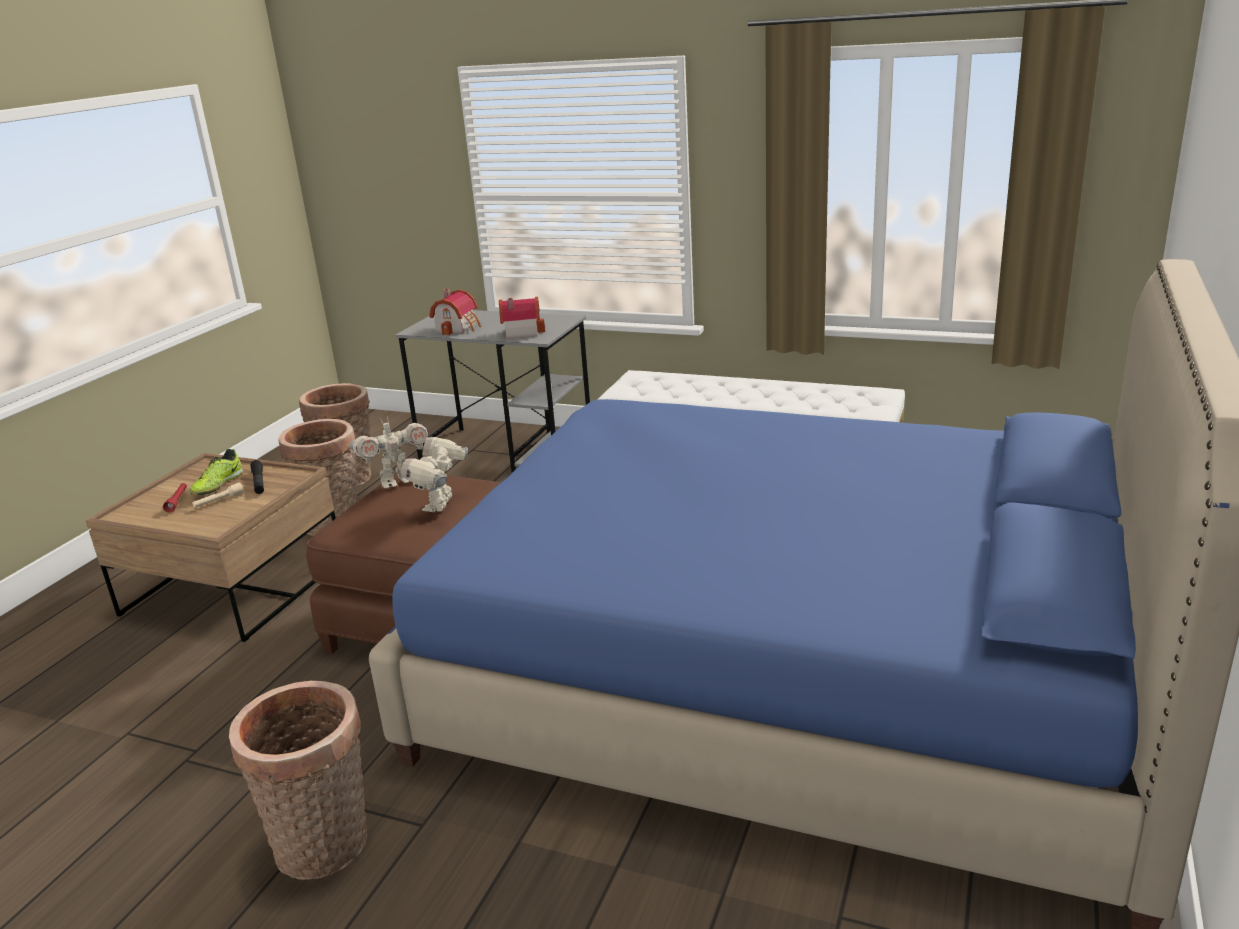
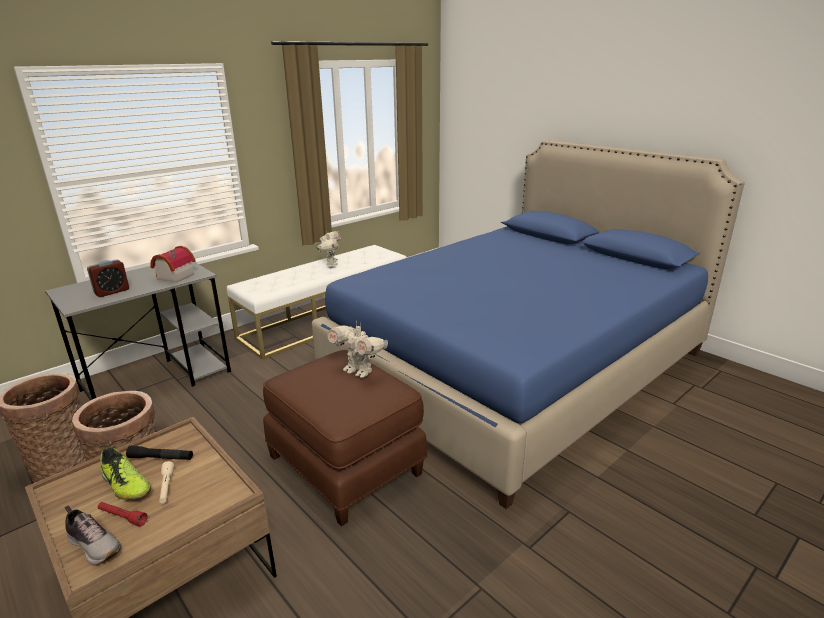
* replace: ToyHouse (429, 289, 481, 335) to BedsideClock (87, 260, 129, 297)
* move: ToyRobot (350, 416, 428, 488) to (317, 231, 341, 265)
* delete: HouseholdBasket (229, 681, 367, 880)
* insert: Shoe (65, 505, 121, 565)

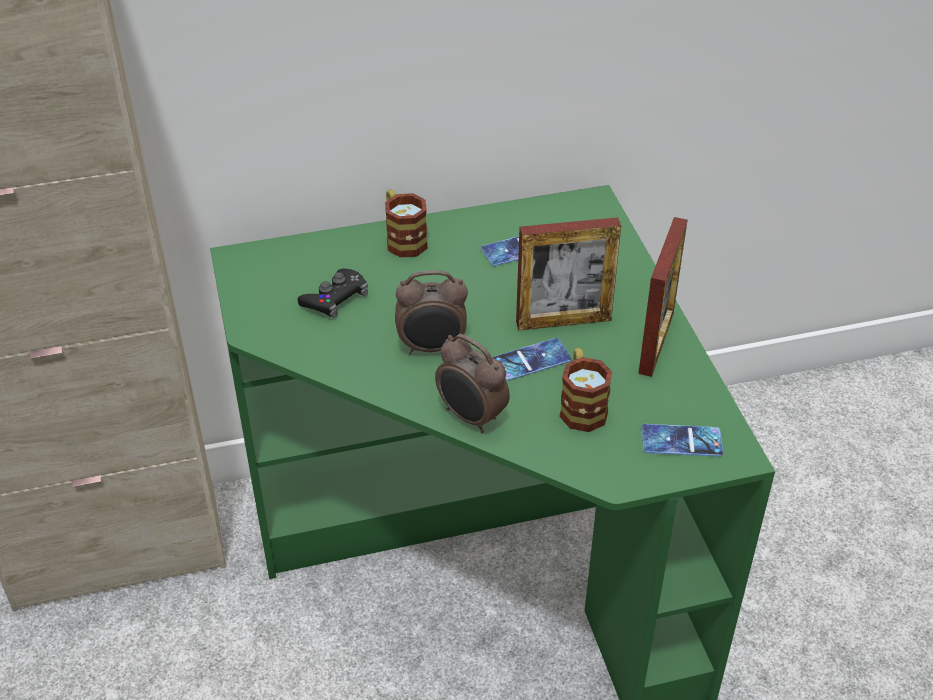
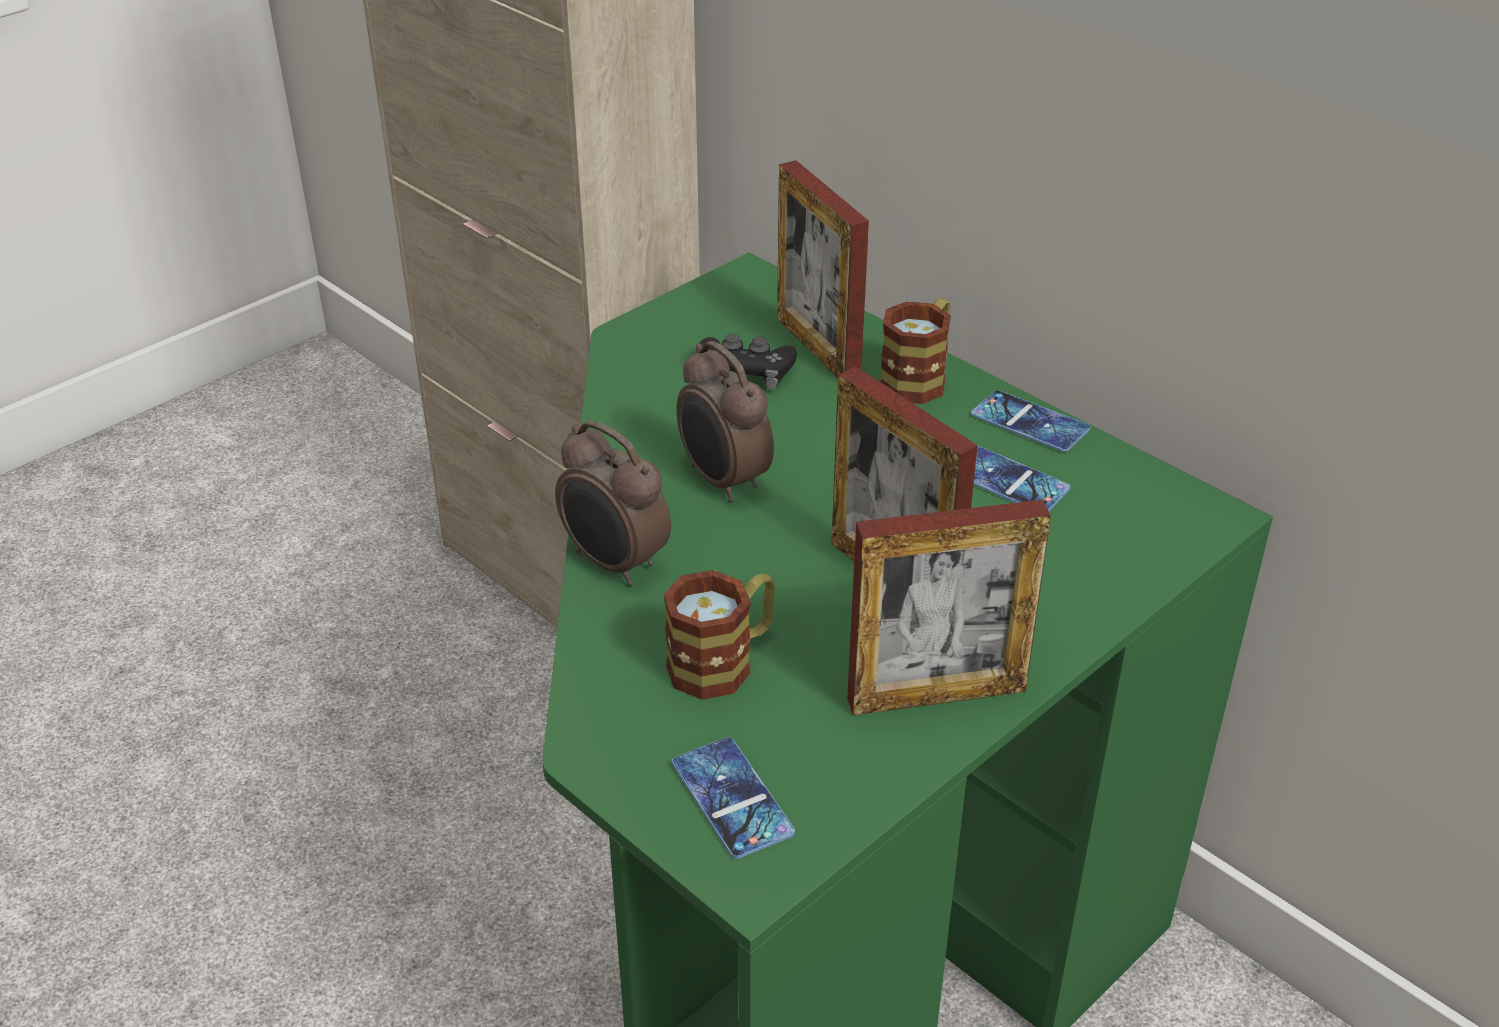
* rotate: BedsideClock (435, 334, 510, 433) = (555, 420, 671, 586) 60 degrees counterclockwise
* move: Handset (492, 338, 572, 381) to (971, 390, 1090, 452)
* insert: PhotoFrame (777, 160, 869, 378)

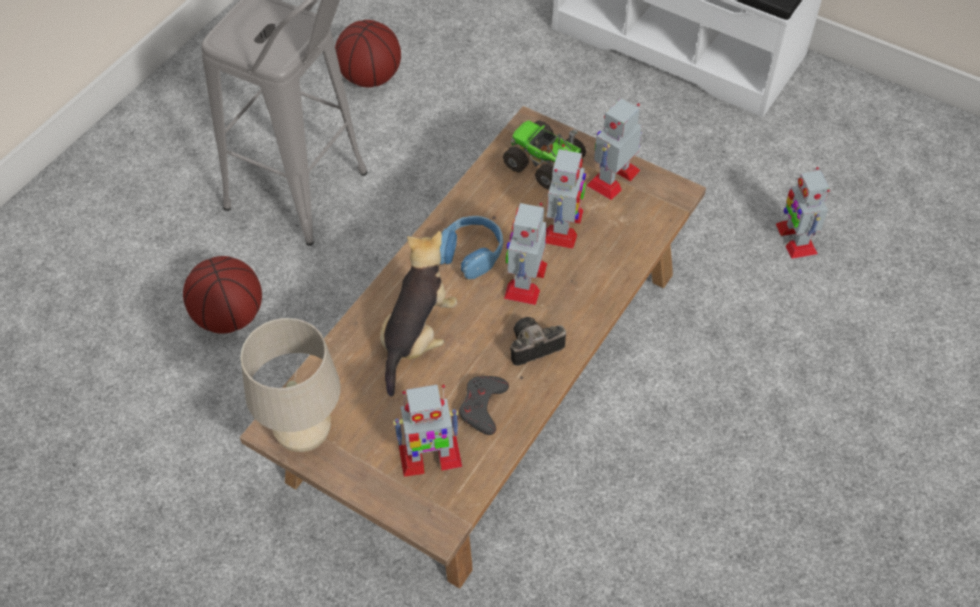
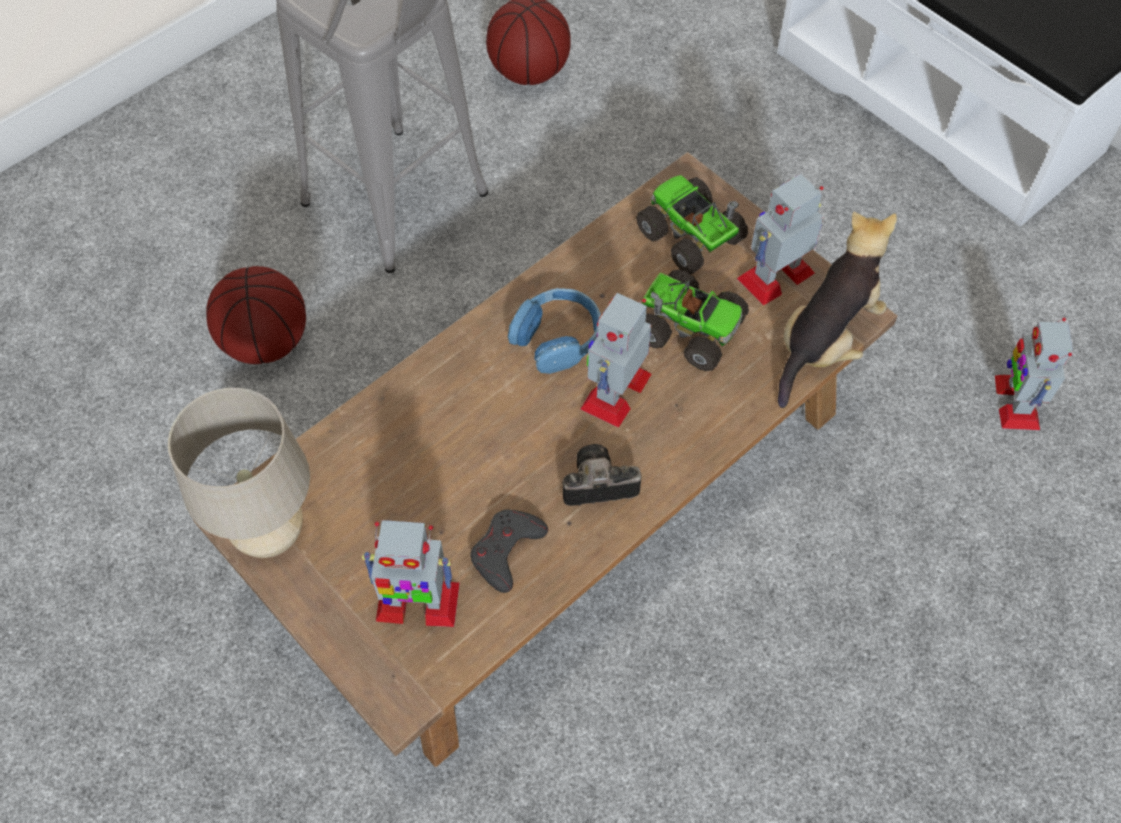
* replace: ToyRobot (546, 144, 586, 249) to ToyTruck (642, 270, 749, 371)
* move: CuddlyToy (380, 231, 457, 396) to (778, 211, 897, 408)

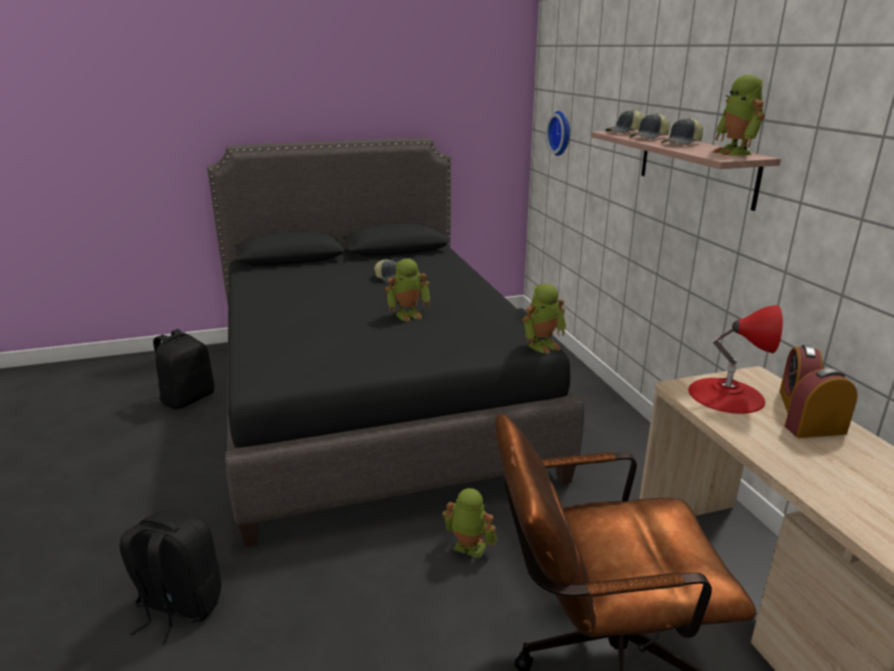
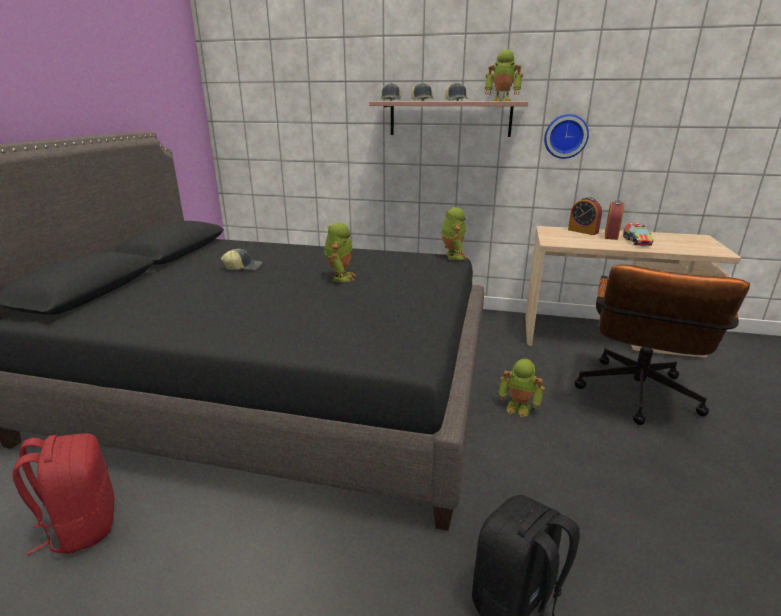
* move: HangingClock (546, 111, 570, 156) to (544, 114, 589, 159)
* delete: ReddishTableLamp (688, 305, 783, 414)
* recolor: BlackishBackpack (153, 329, 214, 409) to ReddishBackpack (12, 433, 115, 555)
* rotate: ToyRobot (442, 488, 497, 559) = (498, 359, 545, 418) 120 degrees counterclockwise
* insert: ToyTruck (623, 223, 653, 247)

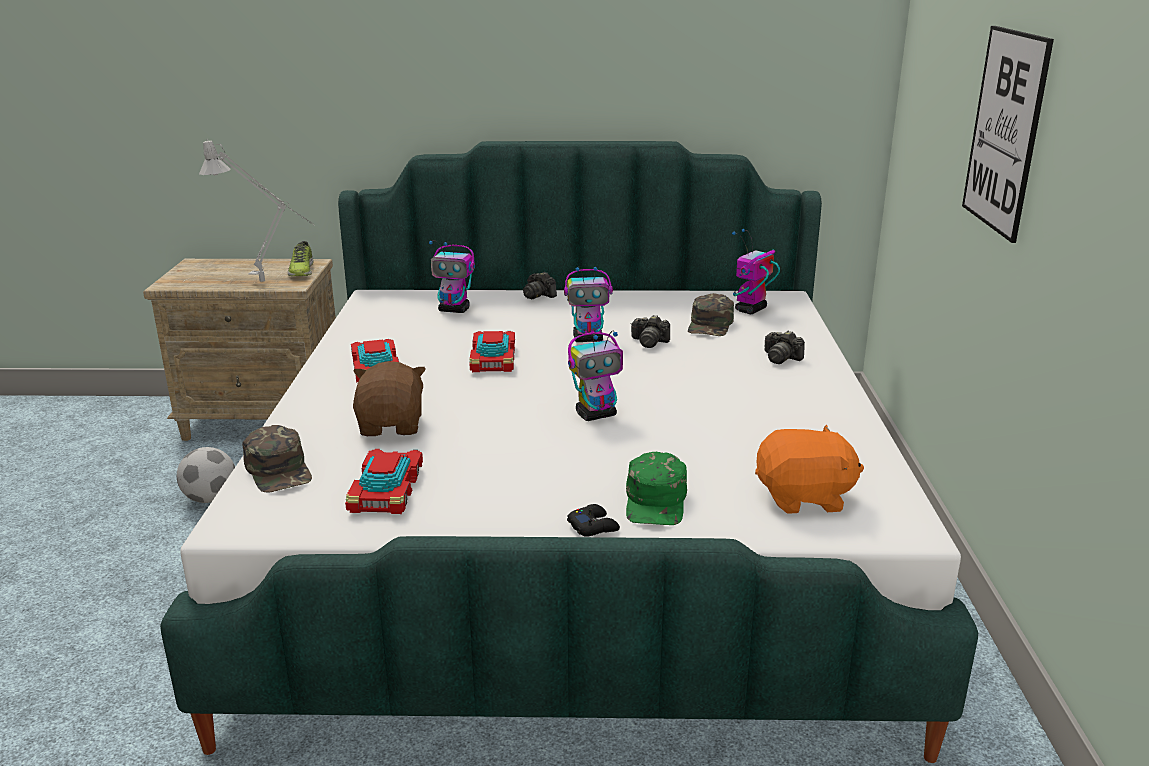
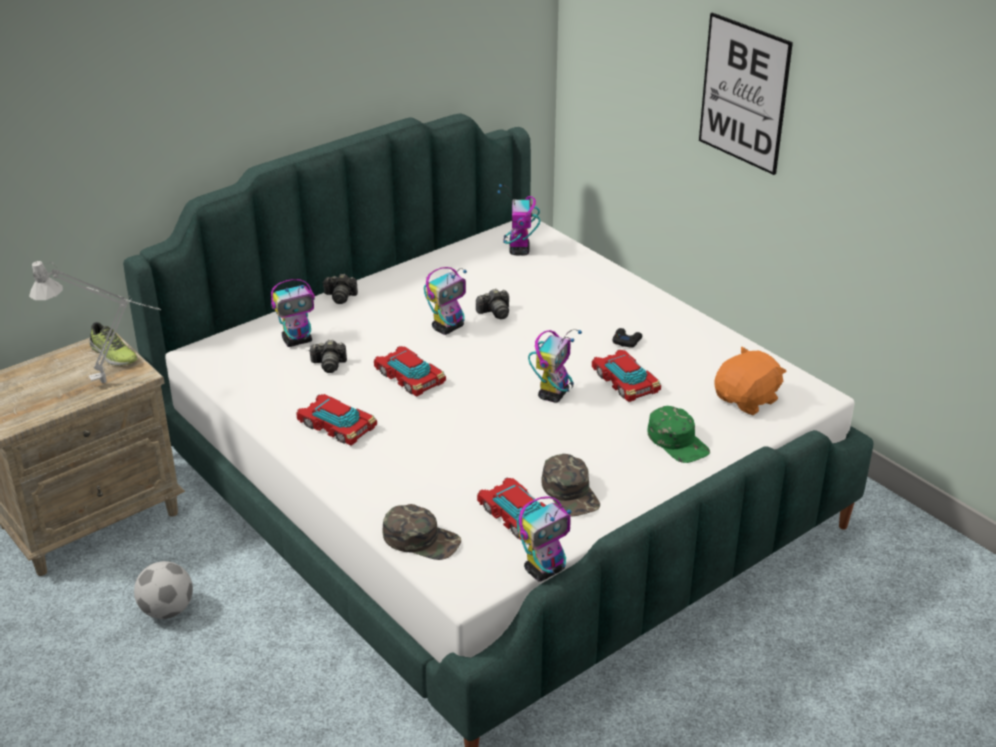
* move: GreenPeakedCap (688, 293, 734, 336) to (541, 454, 600, 517)
* move: PhotoCamera (765, 330, 805, 364) to (308, 340, 347, 373)
* delete: BrownishCuddlyToy (353, 361, 426, 436)
* move: BlackishJoypad (567, 504, 620, 537) to (612, 328, 642, 348)
* insert: ModelCar (592, 350, 661, 402)
* insert: ToyRobot (517, 496, 571, 582)

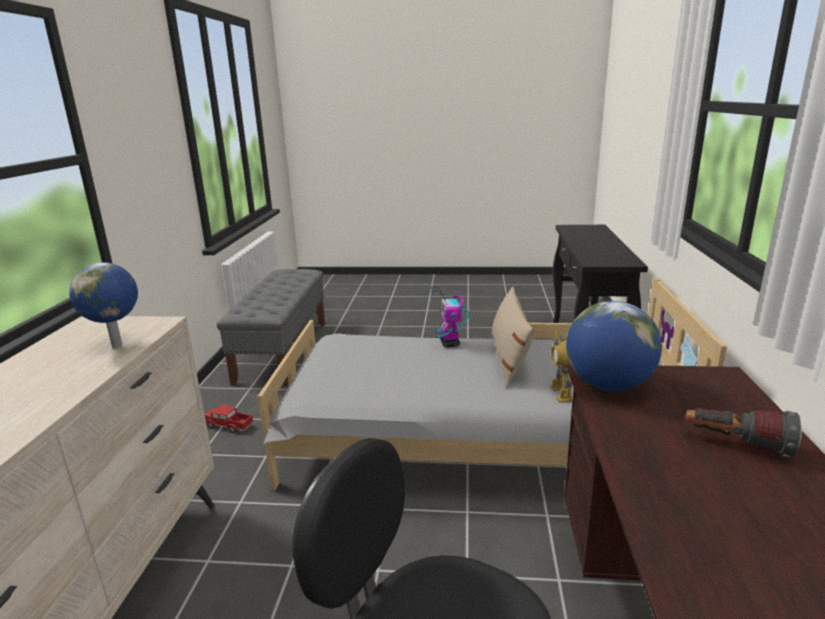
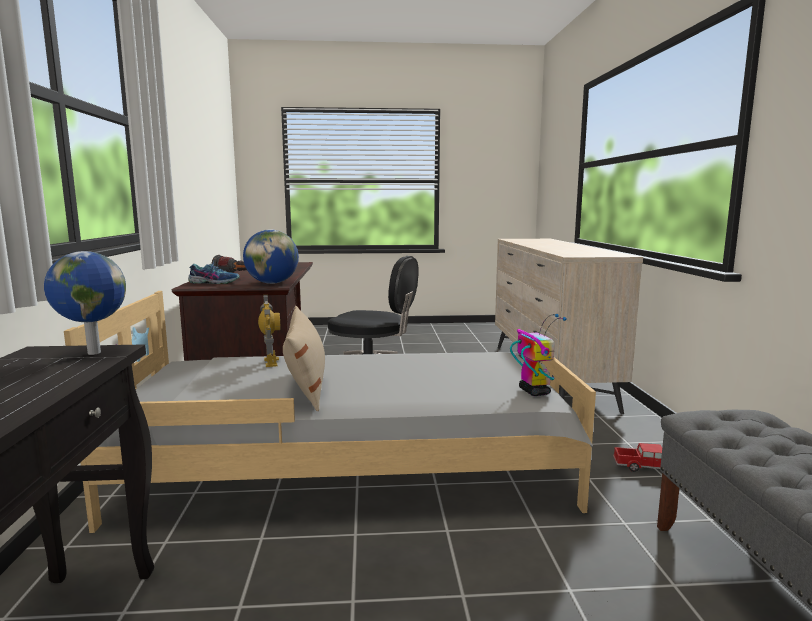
* move: Globe (69, 262, 138, 348) to (44, 251, 126, 355)
* move: ToyRobot (430, 286, 469, 347) to (510, 314, 567, 396)
* insert: Shoe (188, 261, 240, 284)

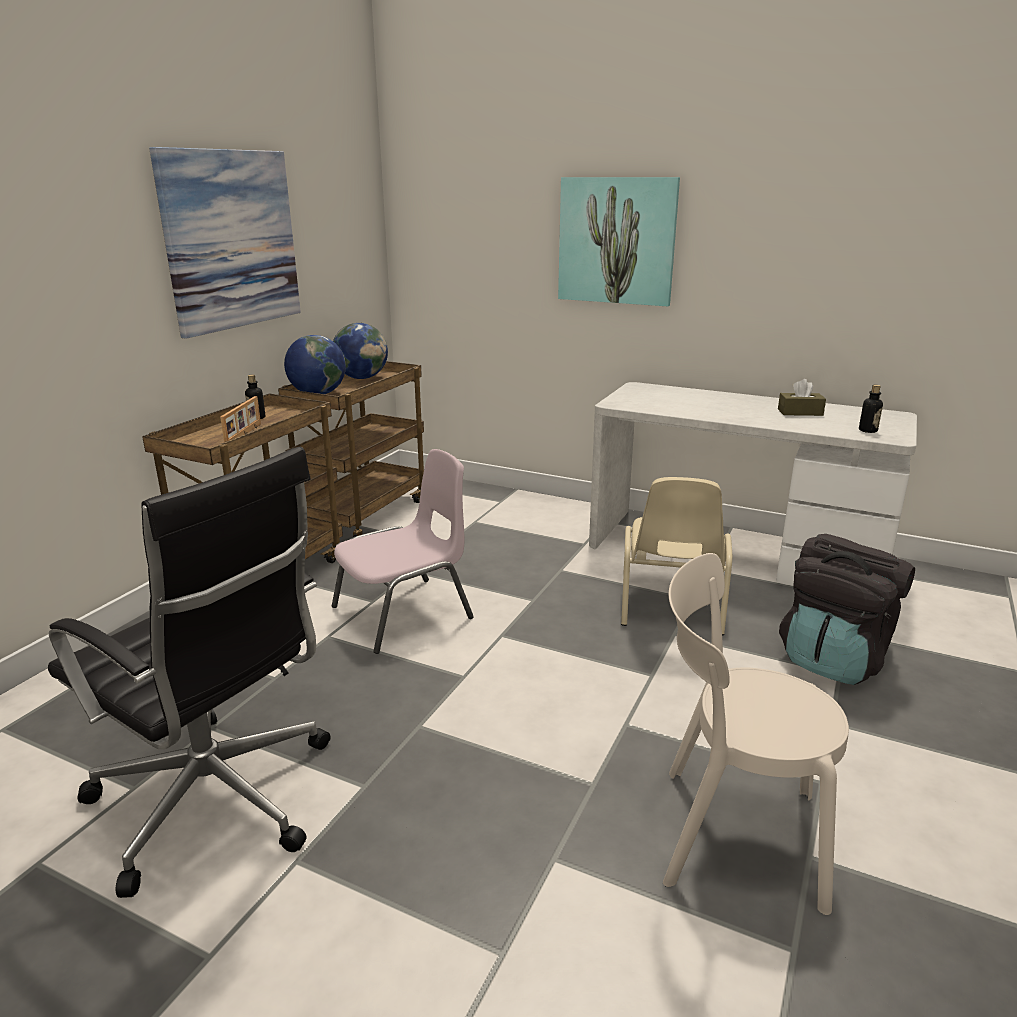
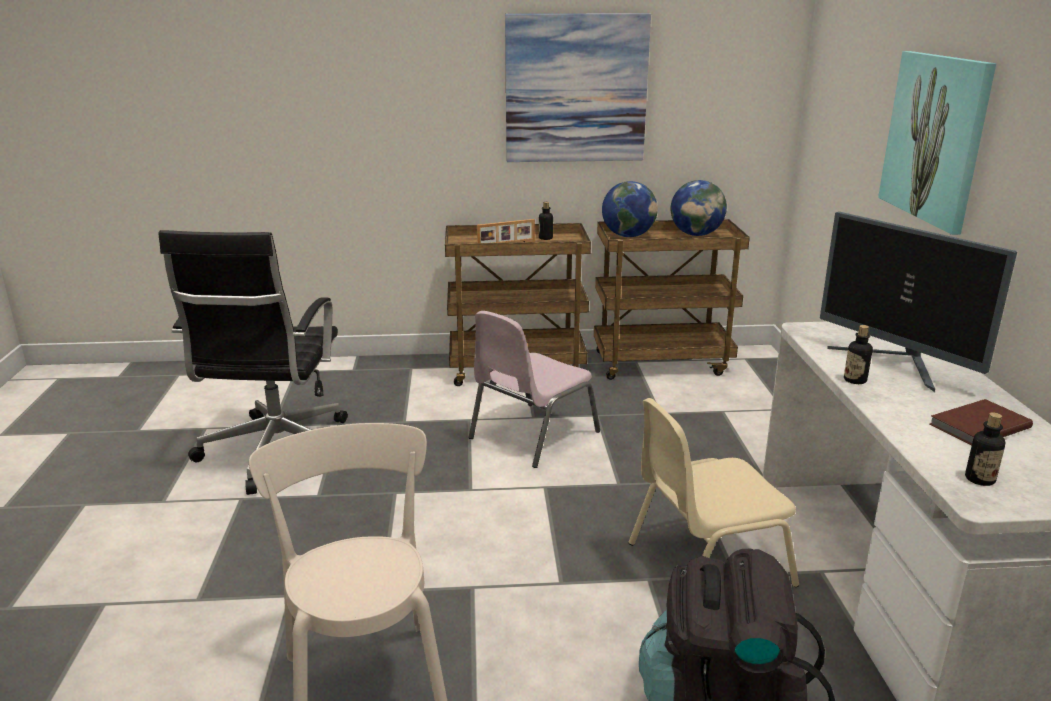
* replace: BrownishBoxOfTissues (778, 379, 826, 416) to BrownishBoundBook (930, 399, 1033, 445)
* rotate: PinkishUprightChair (332, 449, 474, 654) = (469, 311, 600, 468) 105 degrees clockwise
* insert: ComputerDisplay (820, 212, 1017, 392)
* insert: DrinkBottle (844, 325, 873, 384)

